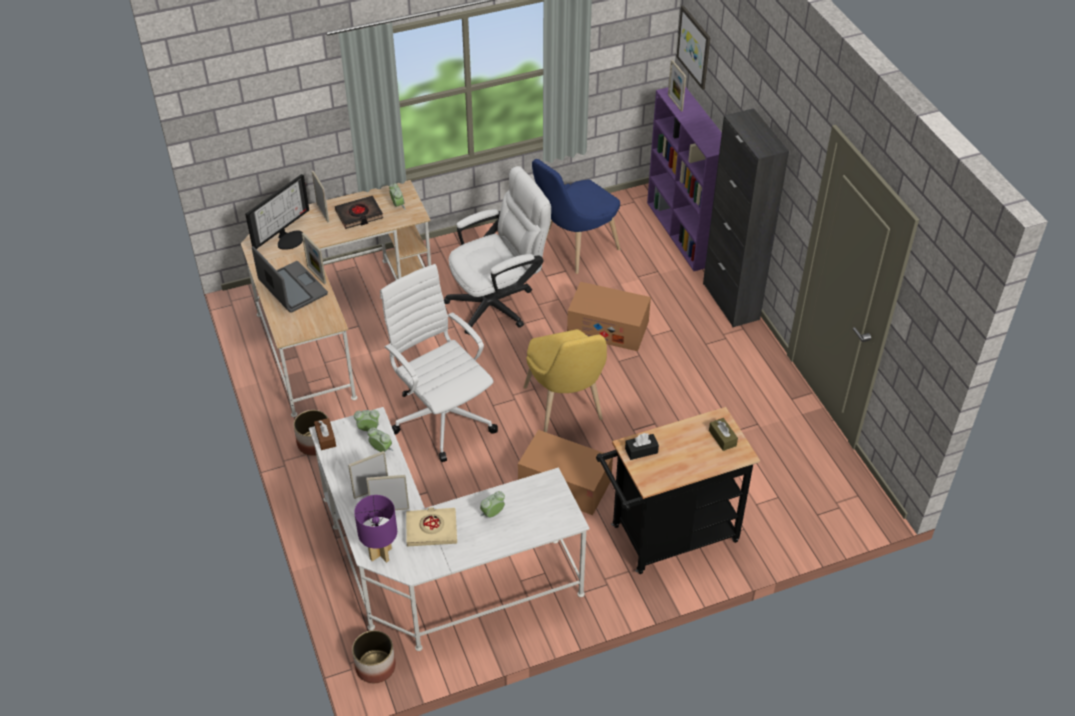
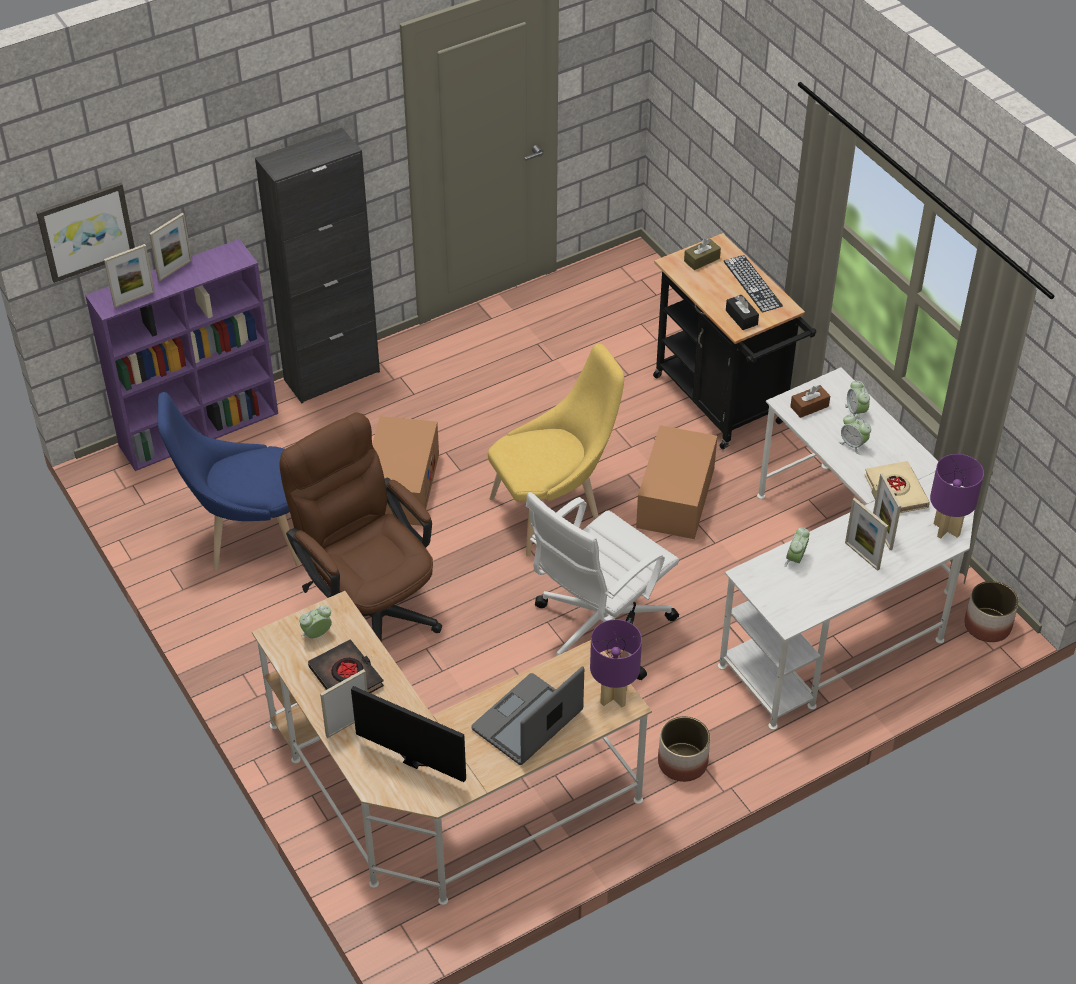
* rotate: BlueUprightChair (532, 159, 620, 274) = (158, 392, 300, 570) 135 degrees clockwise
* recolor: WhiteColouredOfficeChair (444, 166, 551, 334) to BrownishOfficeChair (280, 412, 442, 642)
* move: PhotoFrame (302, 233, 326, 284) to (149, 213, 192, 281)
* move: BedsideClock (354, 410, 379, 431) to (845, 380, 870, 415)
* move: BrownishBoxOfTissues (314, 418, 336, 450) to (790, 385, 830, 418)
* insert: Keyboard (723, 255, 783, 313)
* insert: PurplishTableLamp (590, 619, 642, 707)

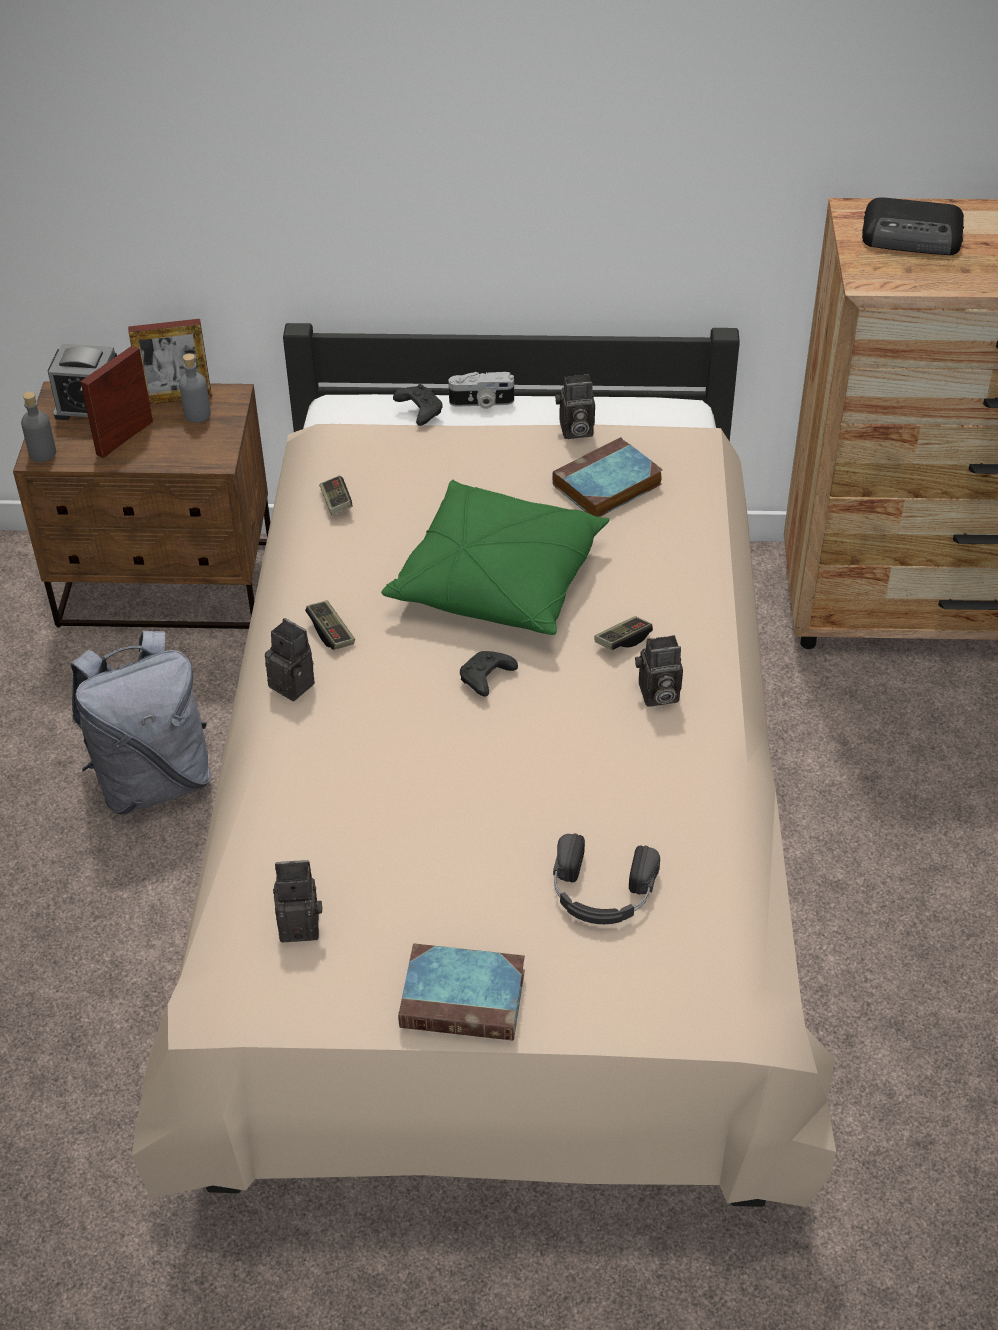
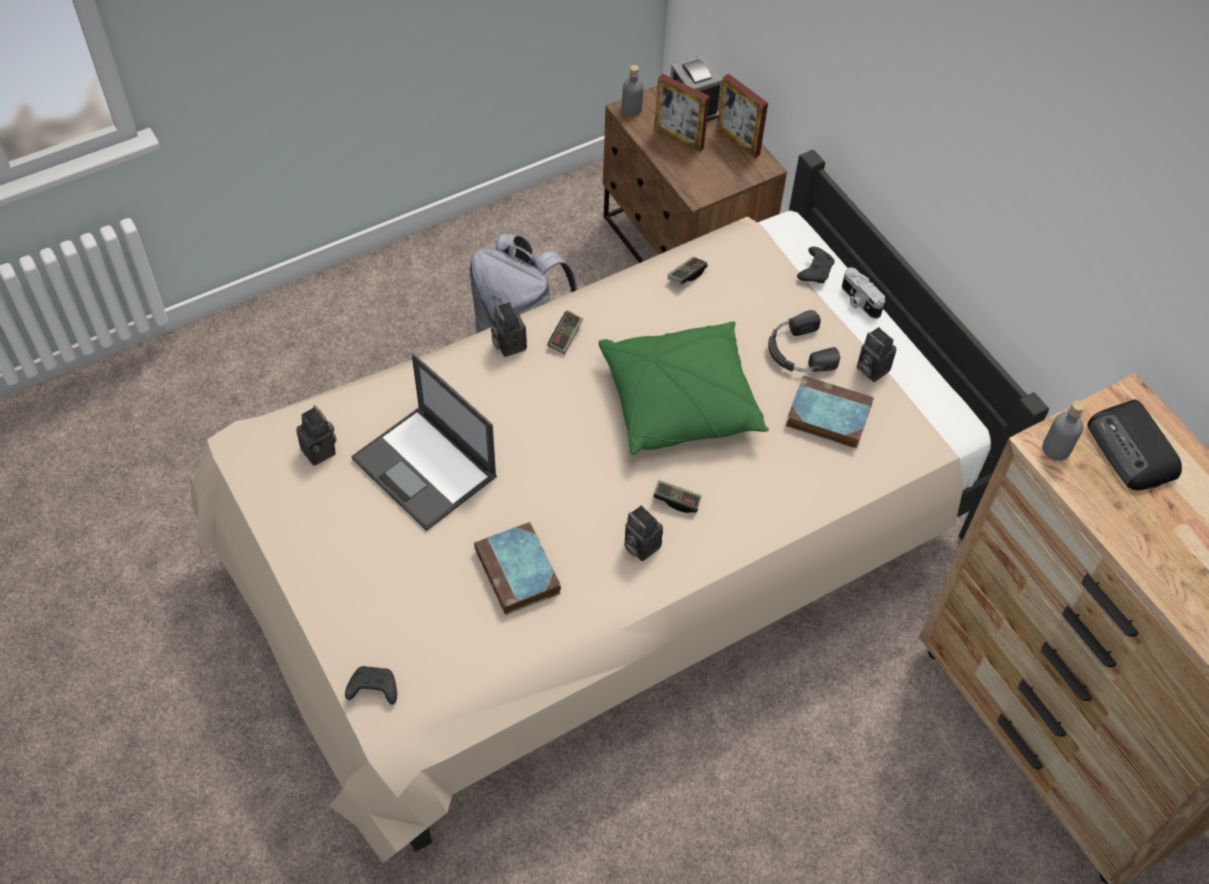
* rotate: PhotoFrame (80, 345, 153, 458) = (654, 74, 710, 152) 150 degrees counterclockwise
* move: GreyishDrinkBottle (179, 353, 211, 423) to (1042, 400, 1085, 461)
* rotate: PhotoCamera (265, 618, 315, 701) = (491, 302, 527, 357) 150 degrees clockwise
* move: BlackishJoypad (460, 651, 518, 697) to (345, 666, 397, 705)
* move: BlackishPairOfHeadphones (553, 833, 660, 924) to (768, 310, 840, 372)
* move: BoundBook (398, 944, 525, 1041) to (474, 522, 561, 615)
* insert: Laptop (351, 354, 497, 531)

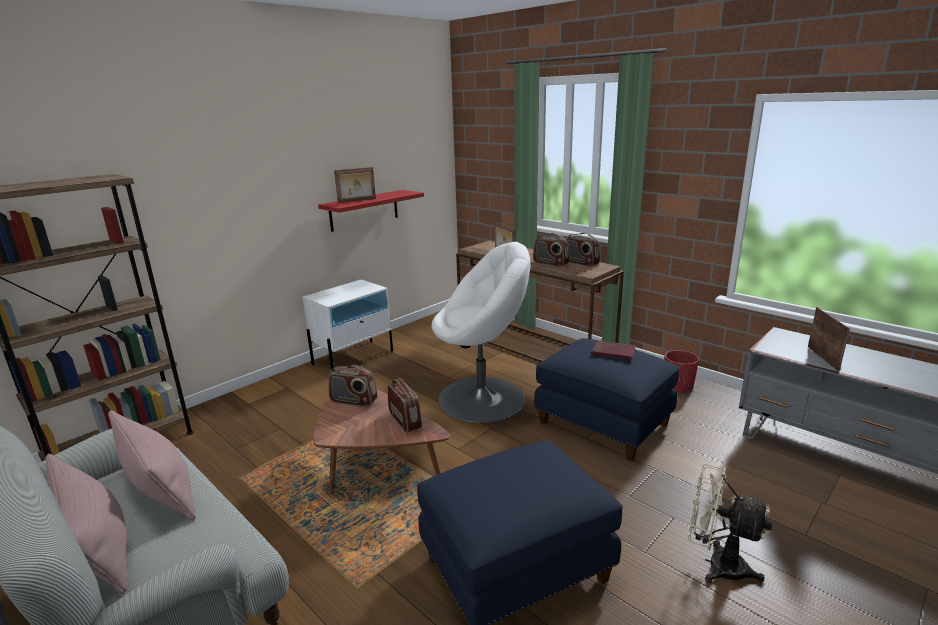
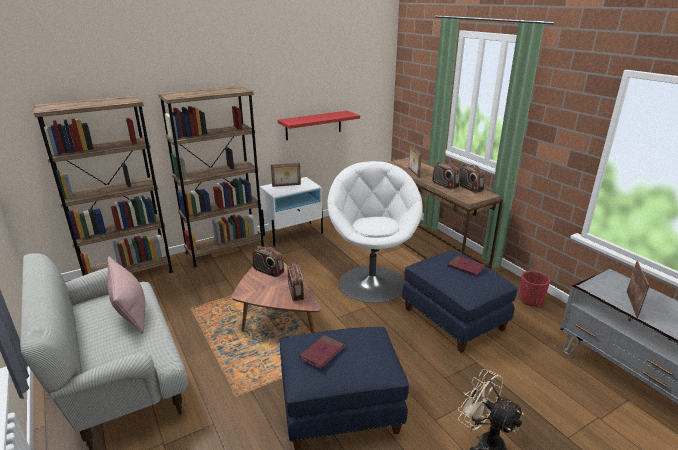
* move: PhotoFrame (334, 167, 376, 203) to (271, 163, 301, 187)
* rotate: WhiteColouredEasyChair (432, 242, 531, 423) = (327, 161, 423, 303) 105 degrees counterclockwise
* delete: PinkishPillow (45, 454, 128, 595)
* insert: BrownishShelvingUnit (158, 86, 264, 267)
* insert: ReddishBoundBook (299, 335, 345, 369)

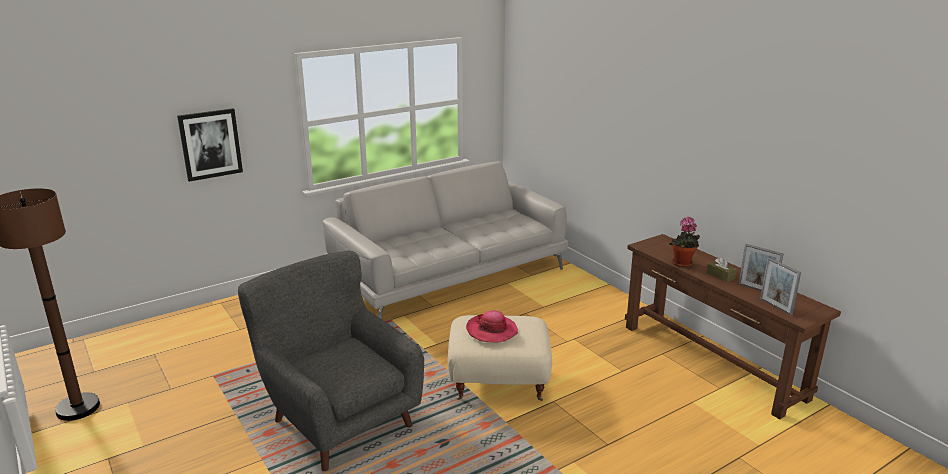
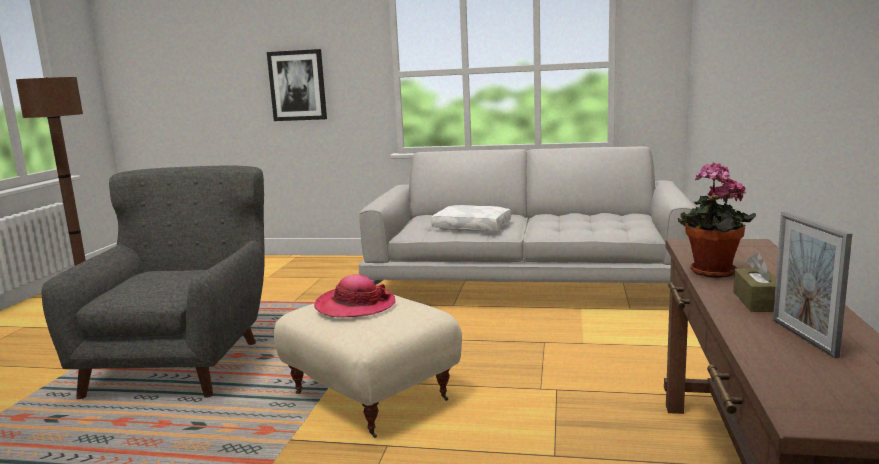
* delete: PhotoFrame (760, 257, 801, 316)
* insert: WhiteColouredPillow (431, 205, 511, 232)

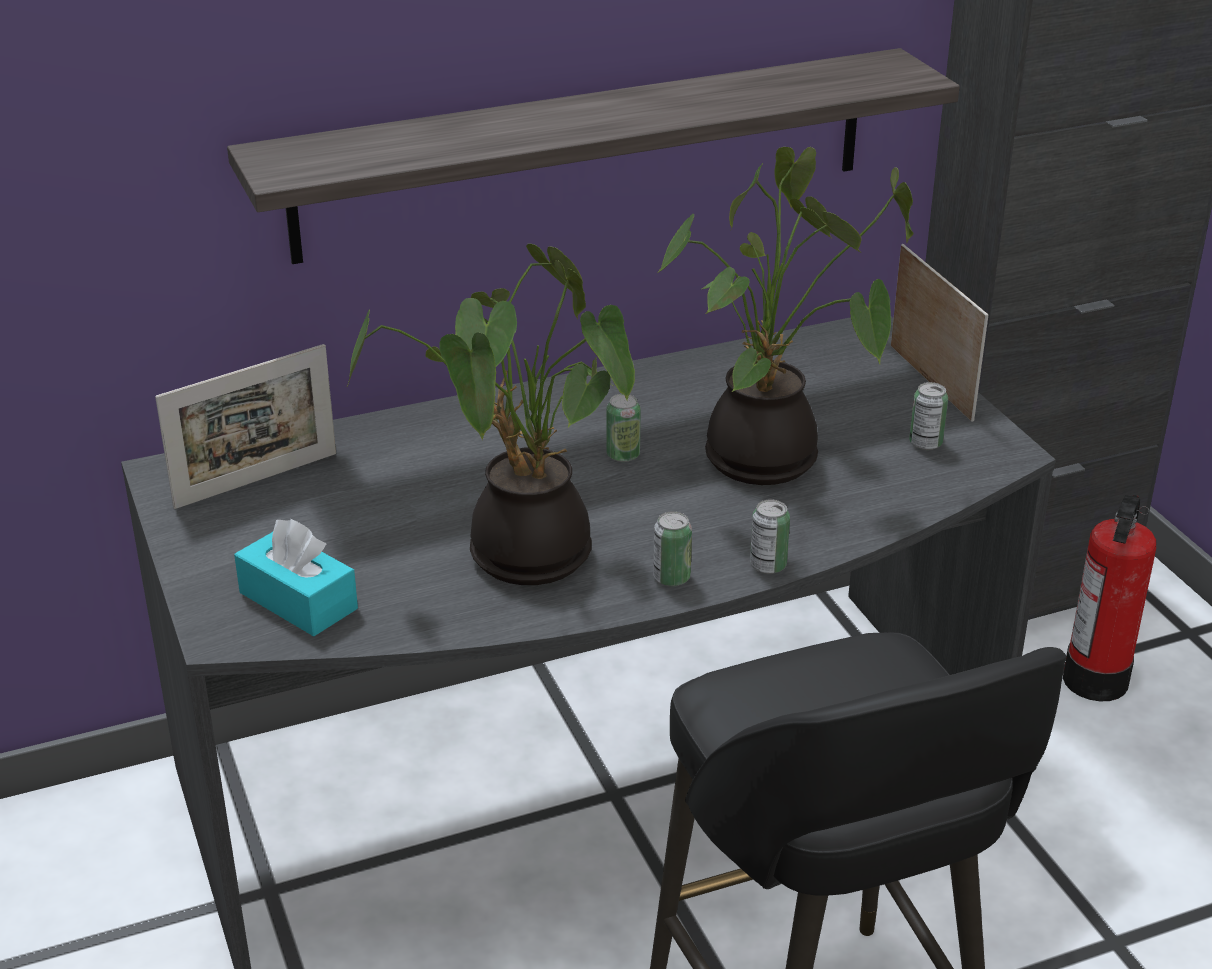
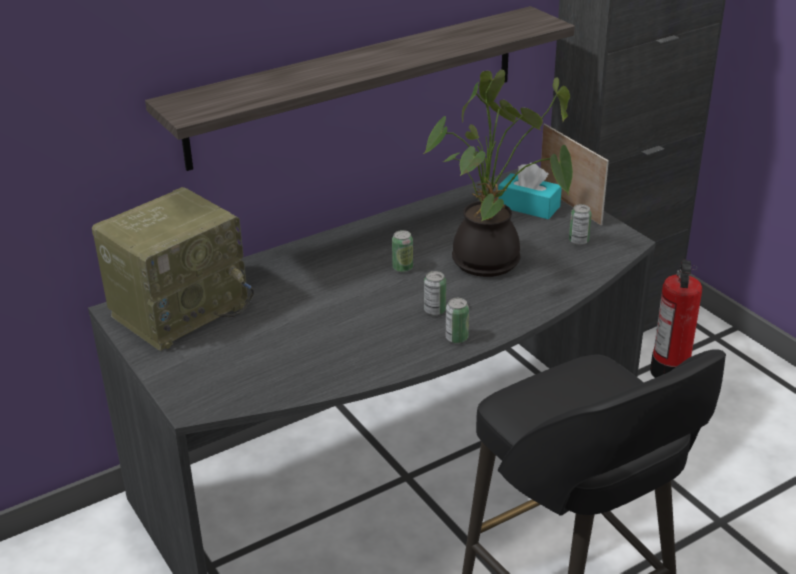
* delete: PlantInAPot (347, 244, 635, 585)
* replace: PhotoFrame (155, 344, 336, 509) to RadioReceiver (92, 187, 254, 351)
* move: Can (750, 499, 790, 574) to (424, 271, 446, 315)
* move: TurquoiseColouredBoxOfTissues (234, 519, 358, 636) to (498, 163, 562, 219)

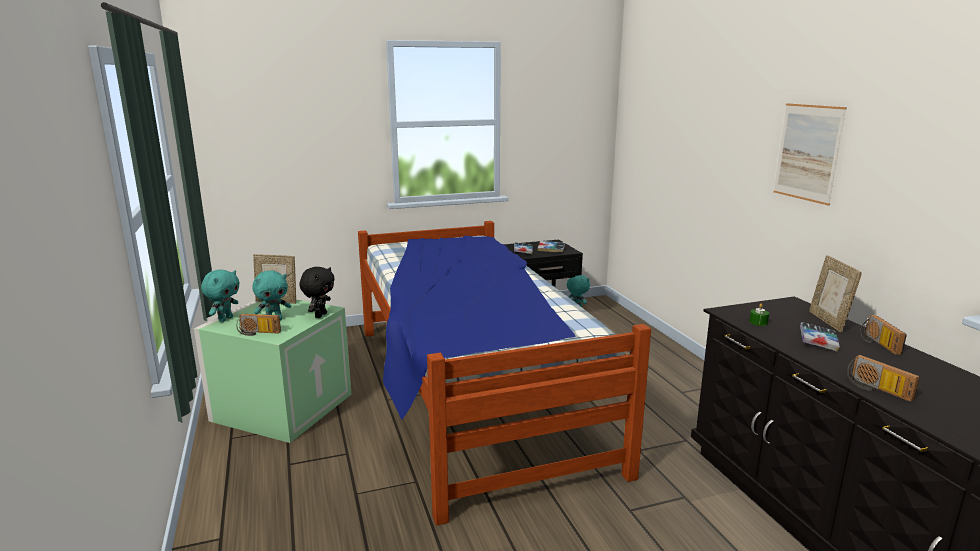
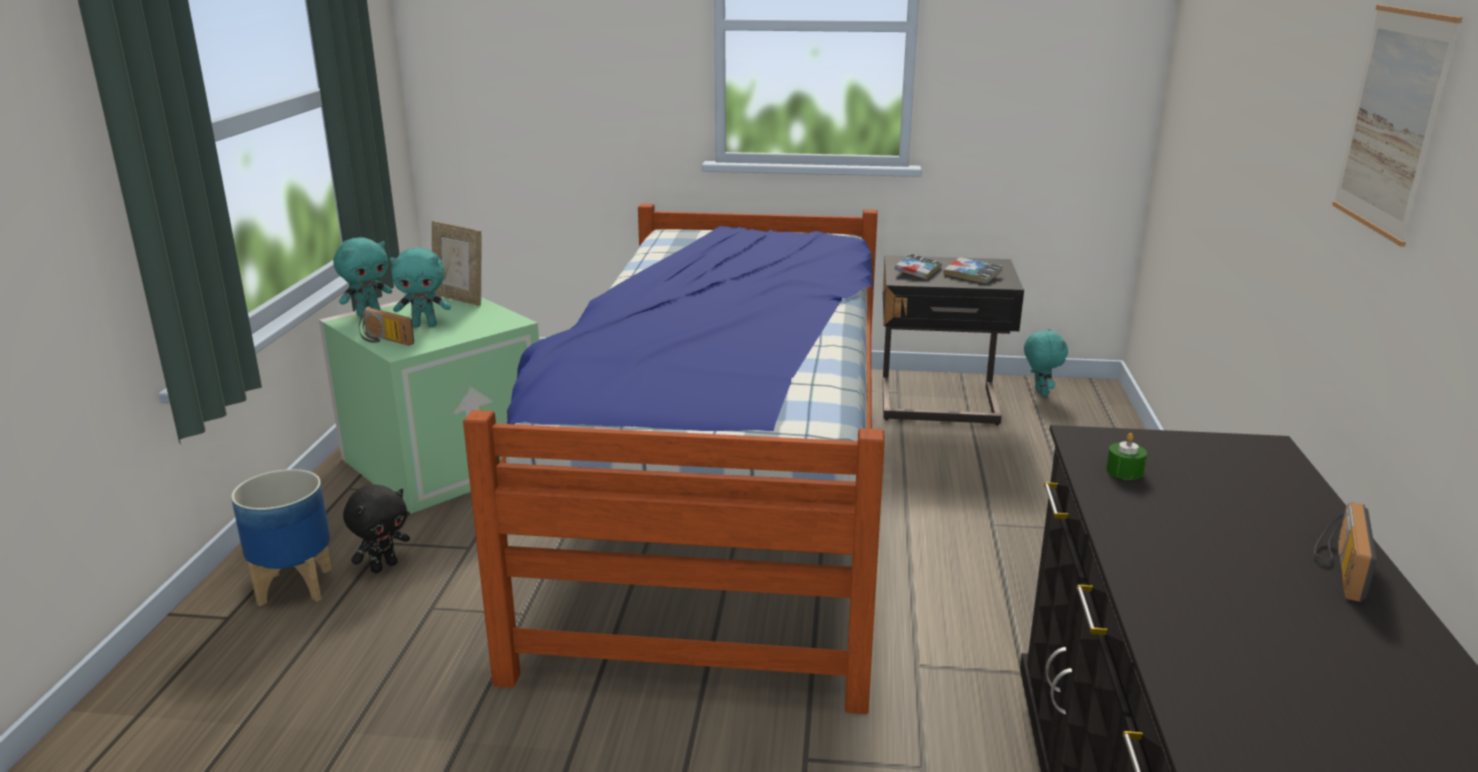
* delete: PhotoFrame (809, 255, 862, 332)
* move: BlackishCuddlyToy (299, 267, 335, 318) to (343, 484, 410, 573)
* delete: BoundBook (800, 322, 840, 352)
* delete: RadioReceiver (847, 355, 920, 402)
* insert: FlowerPot (231, 469, 332, 606)

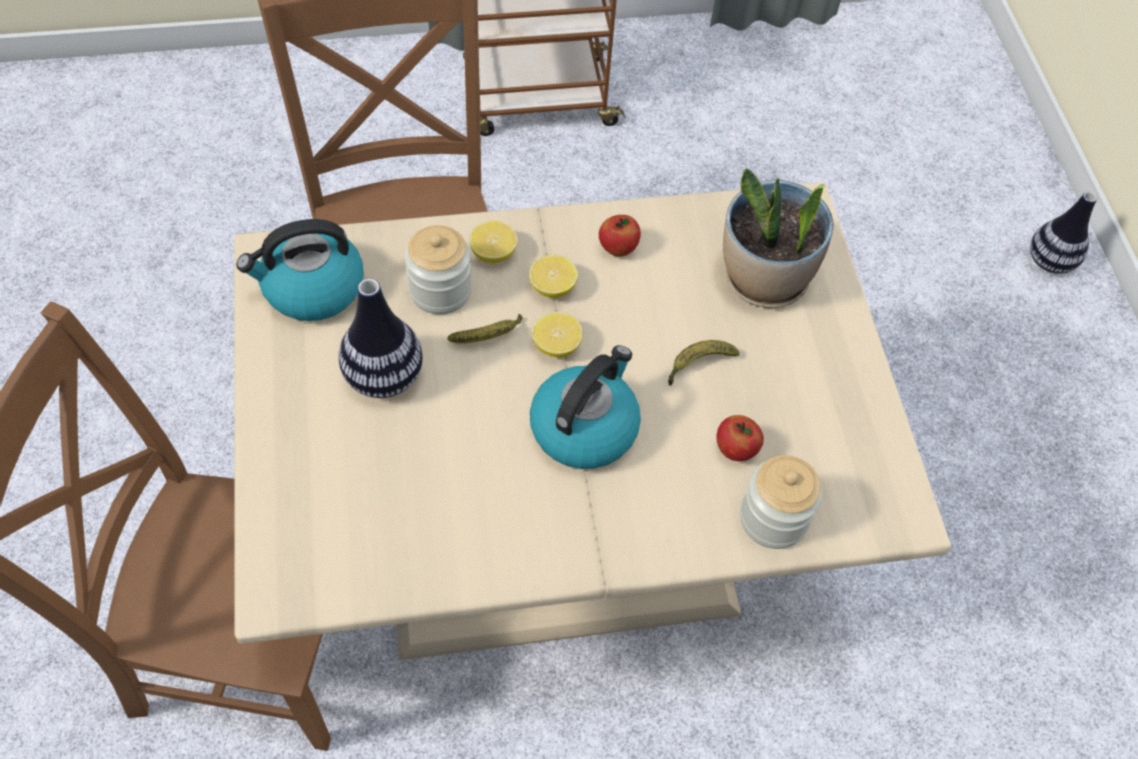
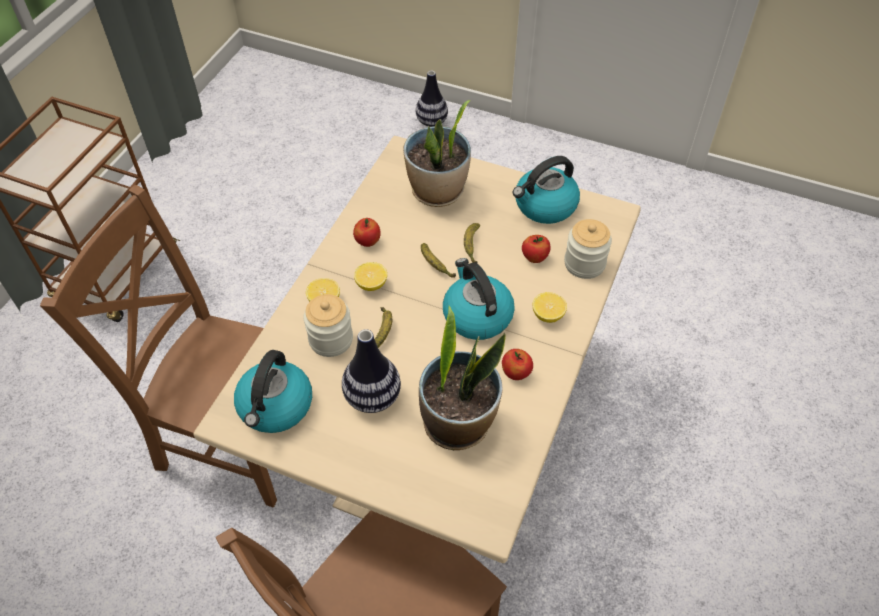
* move: WholeLemon (532, 312, 583, 357) to (533, 292, 567, 323)
* insert: TeaKettle (513, 156, 580, 224)
* insert: Banana (421, 243, 456, 278)
* insert: PlantInAPot (419, 306, 506, 450)
* insert: WholeApple (502, 349, 533, 380)

